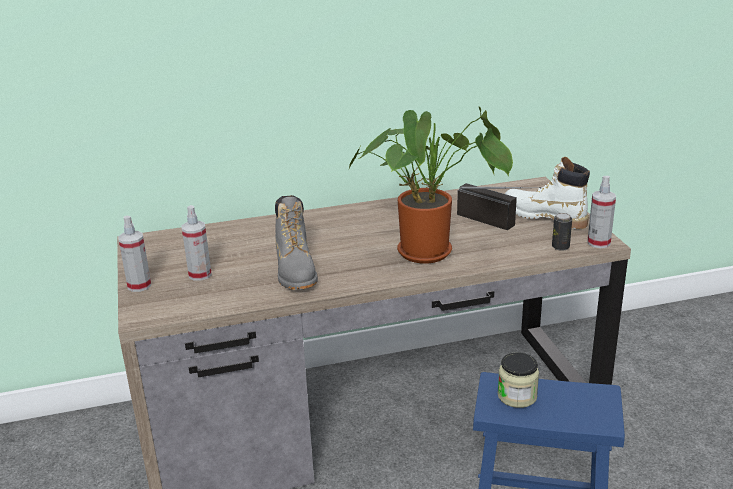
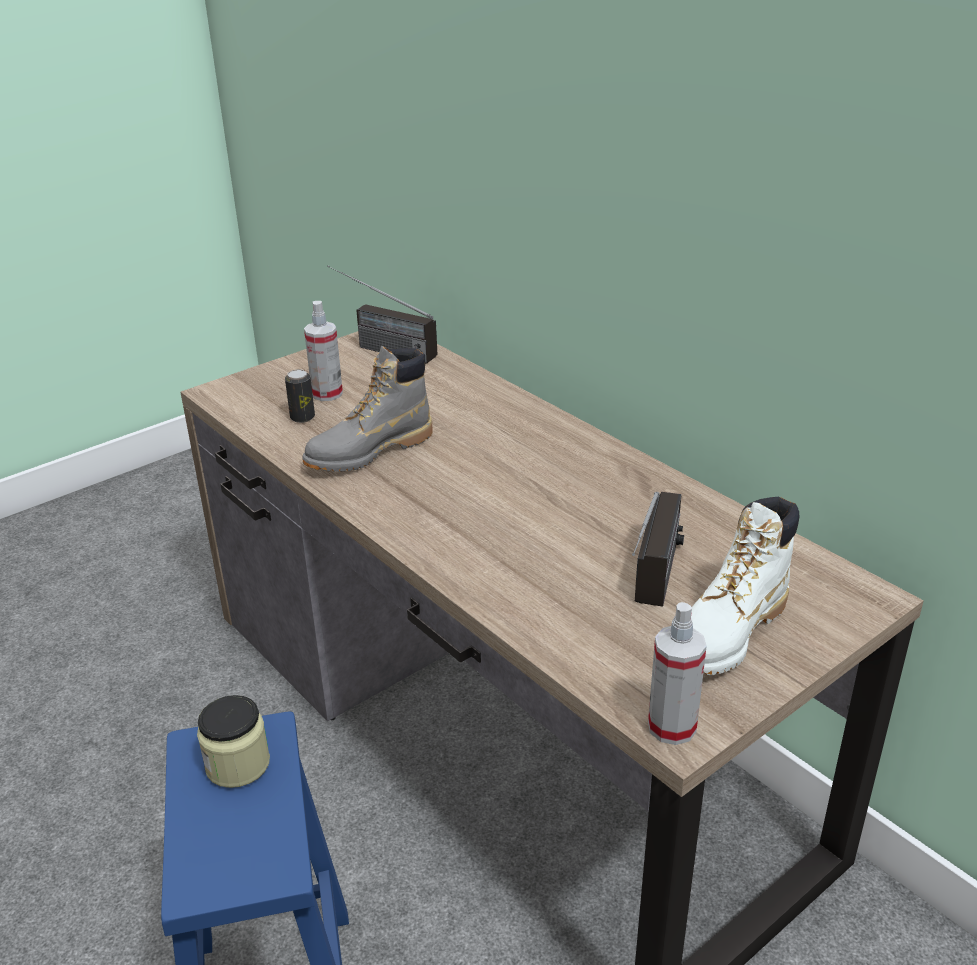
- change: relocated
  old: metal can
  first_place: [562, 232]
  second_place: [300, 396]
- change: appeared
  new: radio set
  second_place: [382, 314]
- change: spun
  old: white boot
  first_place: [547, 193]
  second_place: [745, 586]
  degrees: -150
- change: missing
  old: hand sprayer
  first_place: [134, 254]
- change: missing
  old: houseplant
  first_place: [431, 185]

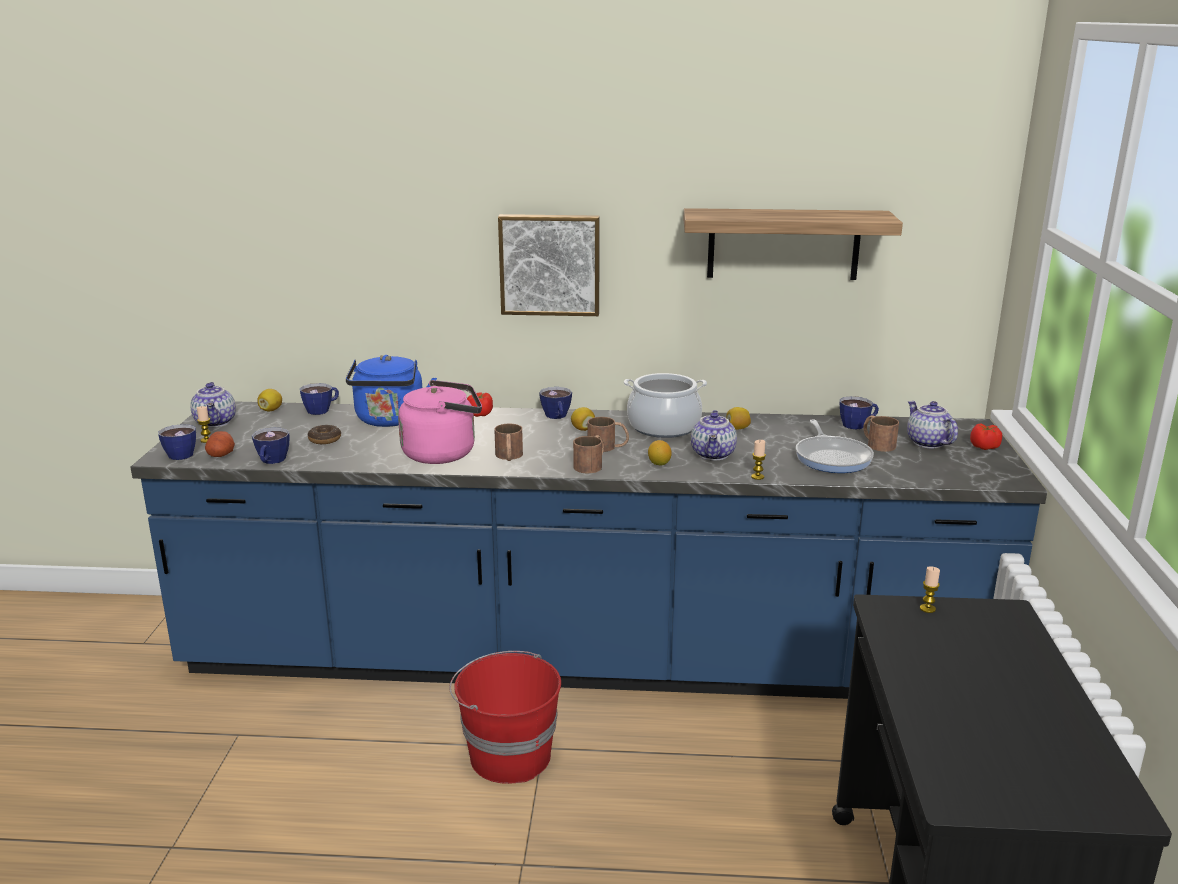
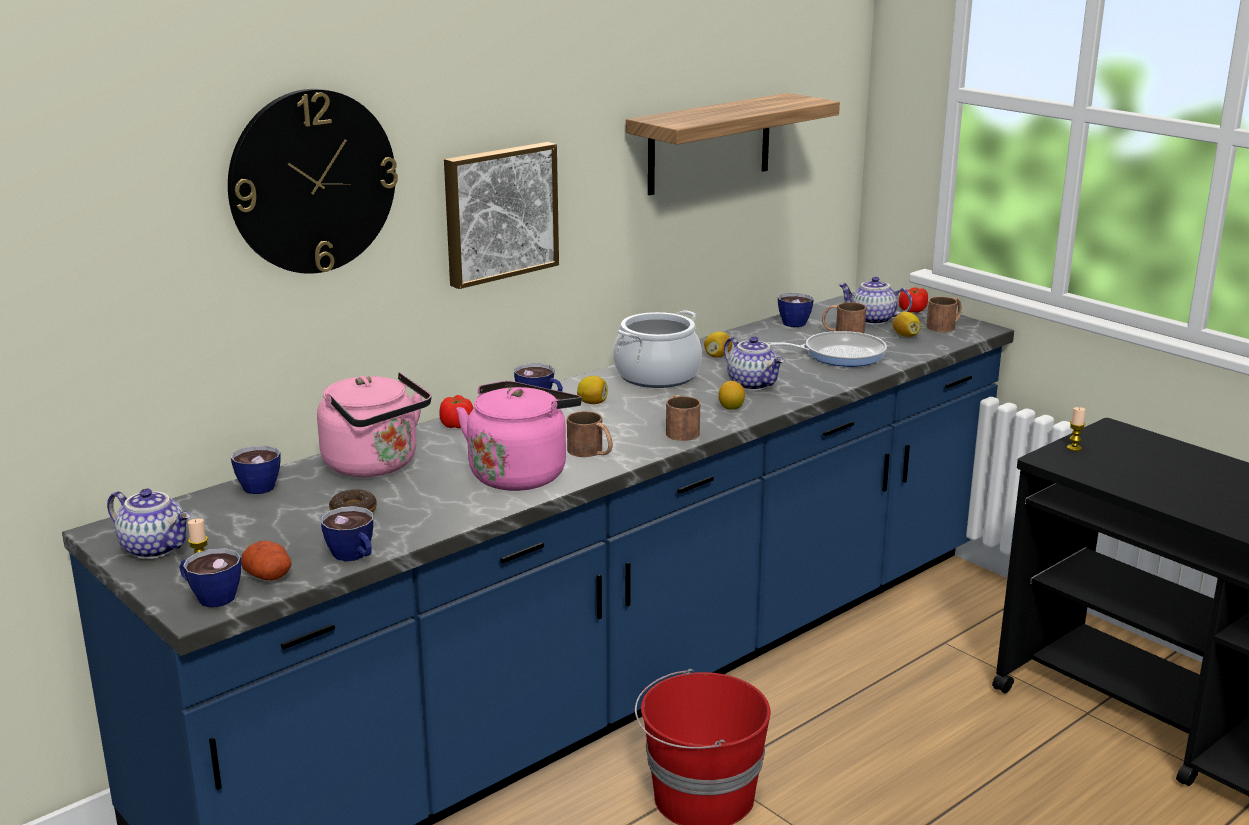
- change: appeared
  new: hanging clock
  second_place: [313, 181]
- change: colour
  old: bluish kettle
  new: pink-coloured kettle
  first_place: [391, 391]
  second_place: [374, 424]
- change: spun
  old: frying pan
  first_place: [835, 446]
  second_place: [827, 349]
  degrees: -45
- change: relocated
  old: lemon
  first_place: [269, 400]
  second_place: [907, 324]
- change: relocated
  old: brown-coloured tea mug
  first_place: [608, 434]
  second_place: [944, 314]
- change: missing
  old: wax light
  first_place: [758, 460]

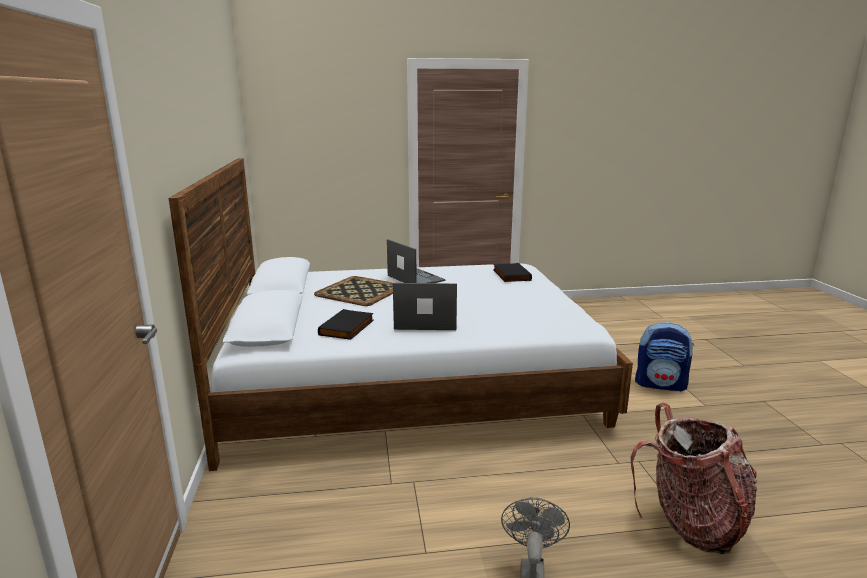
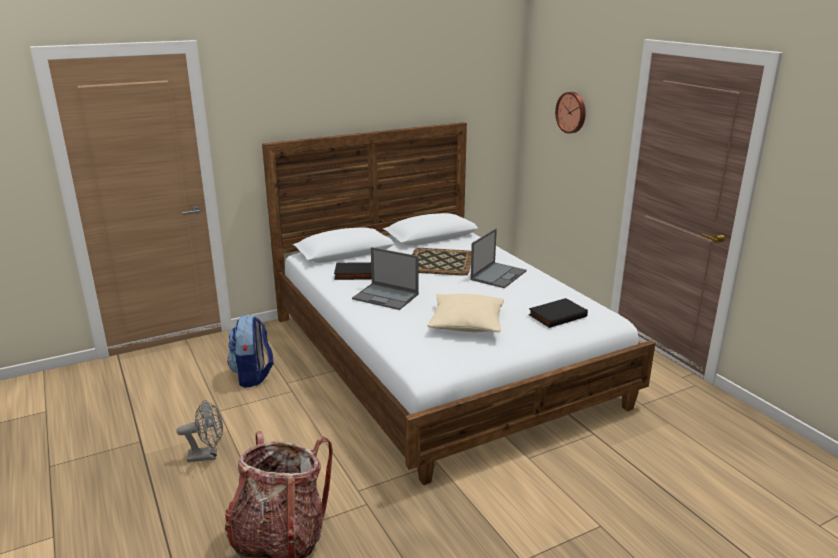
- change: relocated
  old: rucksack
  first_place: [664, 357]
  second_place: [250, 351]
- change: spun
  old: laptop
  first_place: [425, 306]
  second_place: [385, 278]
  degrees: 135
- change: appeared
  new: beige-coloured throw pillow
  second_place: [465, 313]
- change: appeared
  new: hanging clock
  second_place: [570, 113]

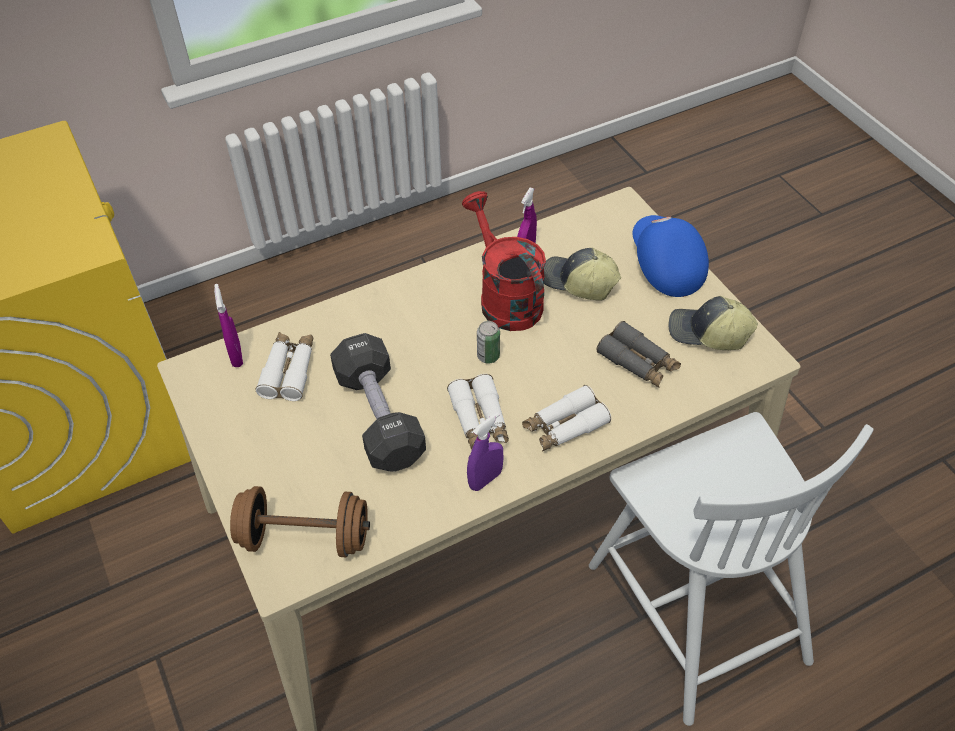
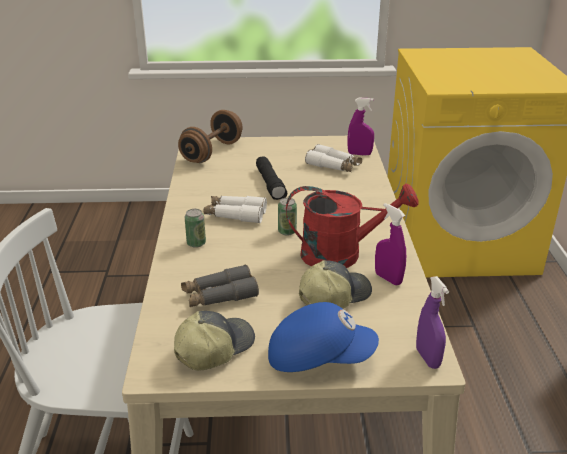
- change: exchanged
  old: white binoculars
  new: metal can
  first_place: [566, 418]
  second_place: [195, 228]
- change: exchanged
  old: black hand weight
  new: black hand torch
  first_place: [378, 402]
  second_place: [271, 178]
- change: relocated
  old: purple-coloured hand sprayer
  first_place: [485, 451]
  second_place: [432, 322]

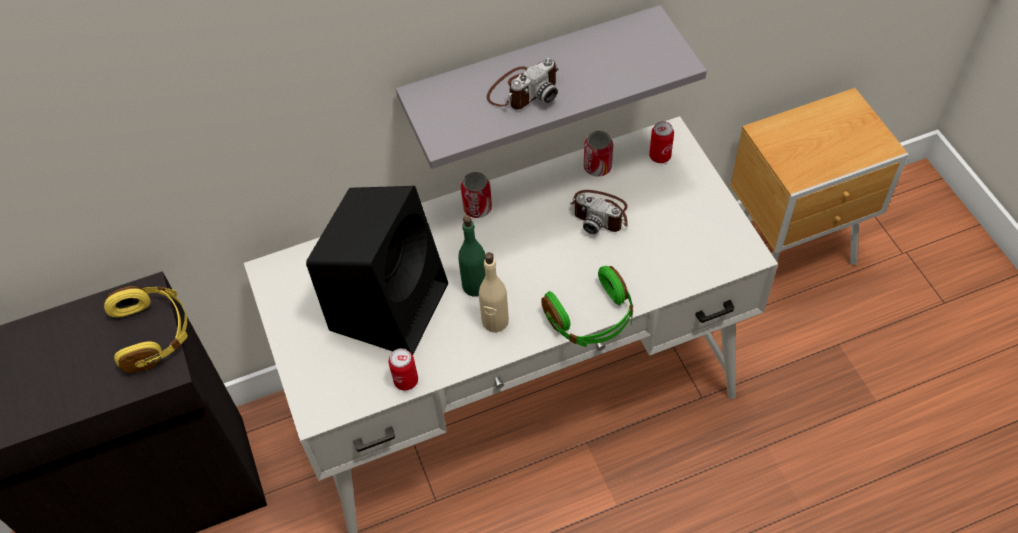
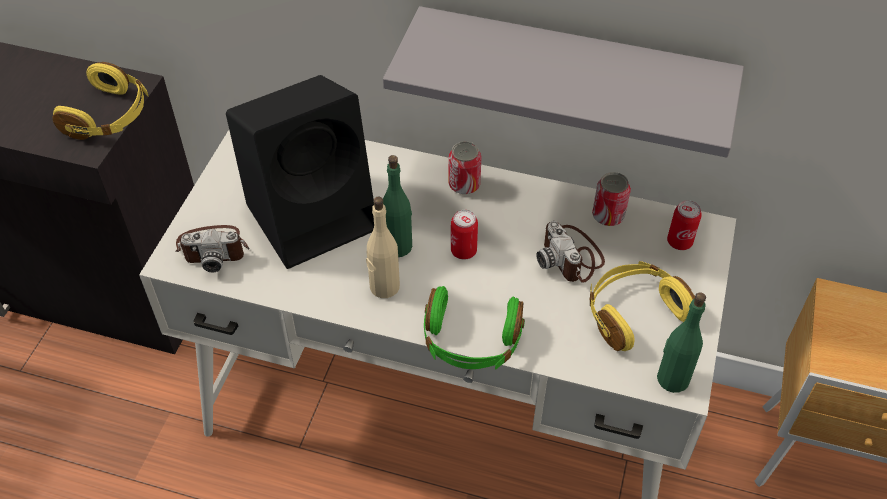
- change: relocated
  old: photo camera
  first_place: [522, 84]
  second_place: [213, 249]
- change: relocated
  old: metal can
  first_place: [403, 369]
  second_place: [464, 234]
- change: appeared
  new: yellowish pair of headphones
  second_place: [642, 306]
- change: appeared
  new: green-coloured bottle
  second_place: [681, 342]

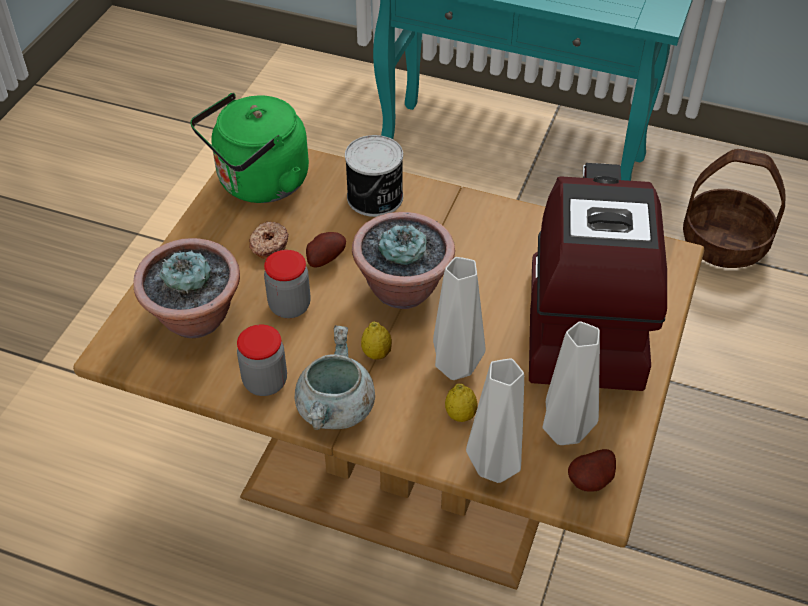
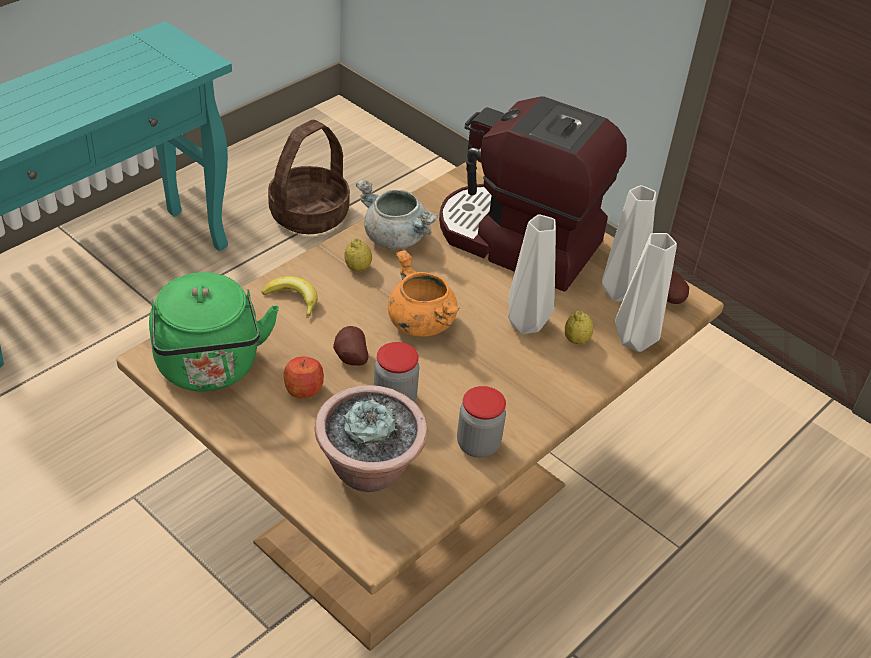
- change: exchanged
  old: metal can
  new: banana fruit
  first_place: [374, 176]
  second_place: [290, 297]
- change: exchanged
  old: doughnut
  new: apple fruit
  first_place: [269, 240]
  second_place: [304, 377]
- change: relocated
  old: lemon
  first_place: [376, 341]
  second_place: [358, 254]
- change: relocated
  old: gray saucepot
  first_place: [335, 378]
  second_place: [397, 214]
- change: exchanged
  old: houseplant
  new: orangey saucepot
  first_place: [403, 260]
  second_place: [424, 293]

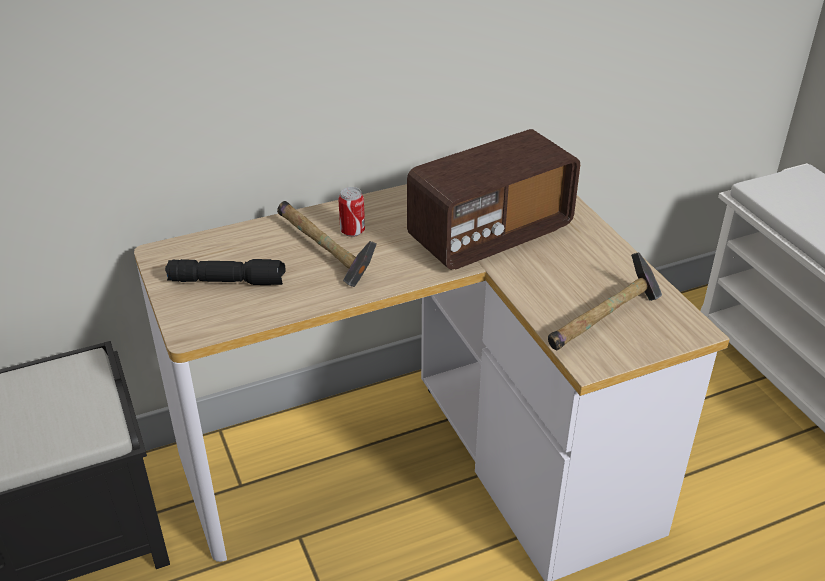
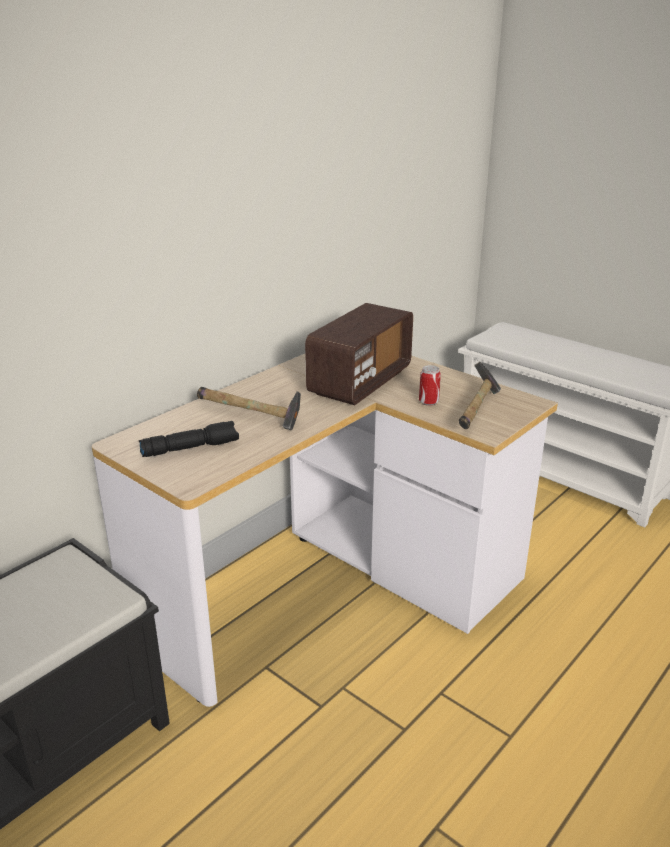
- change: relocated
  old: metal can
  first_place: [352, 212]
  second_place: [430, 385]

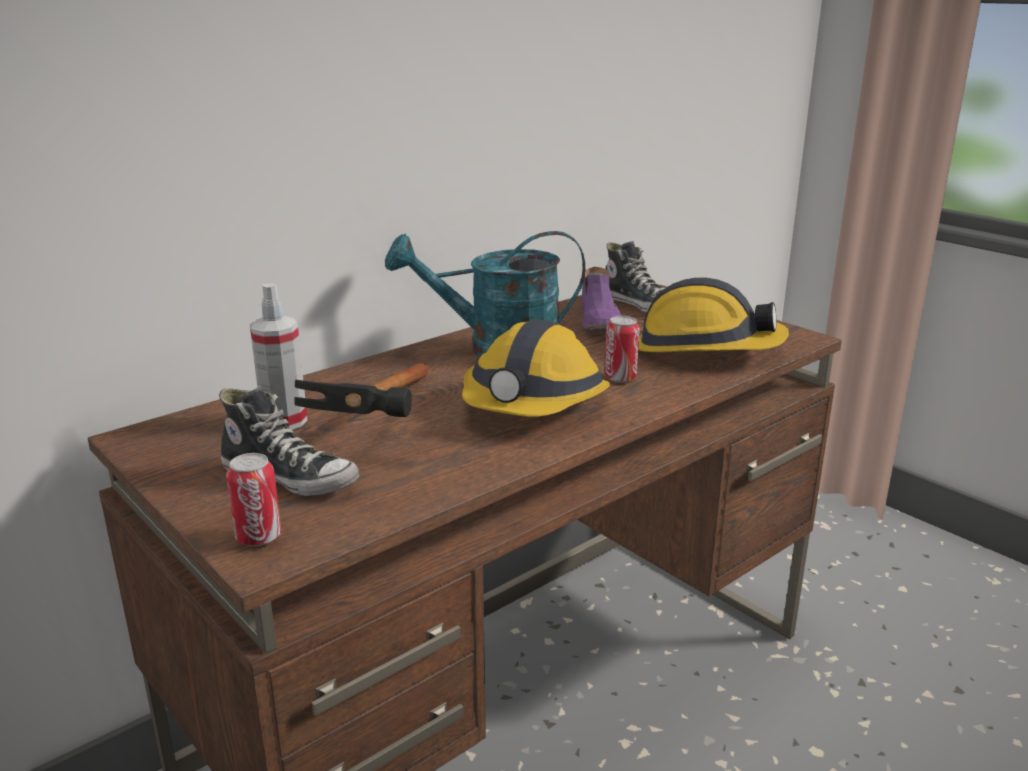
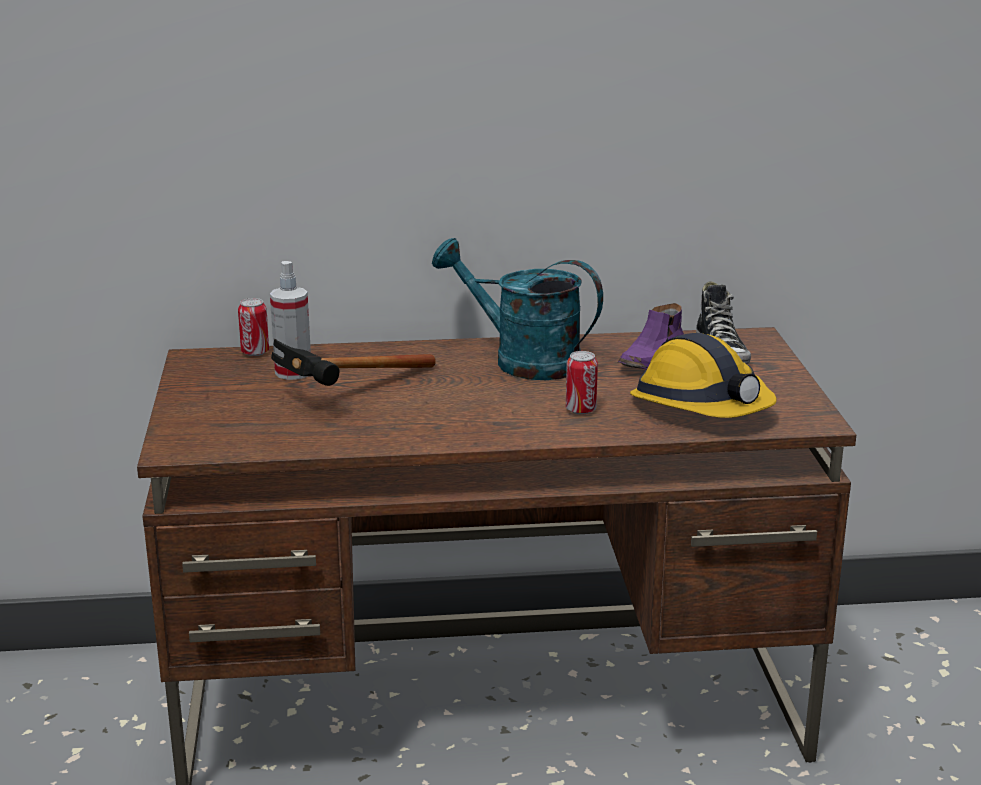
- change: relocated
  old: metal can
  first_place: [253, 499]
  second_place: [253, 327]
- change: missing
  old: item of footwear
  first_place: [289, 440]
- change: missing
  old: hard hat
  first_place: [536, 368]

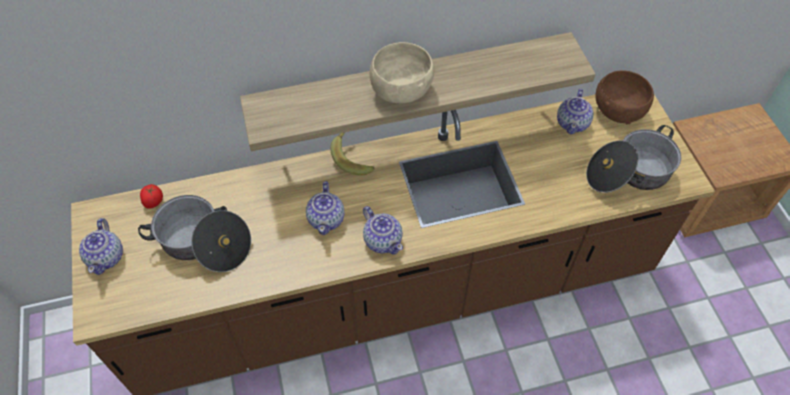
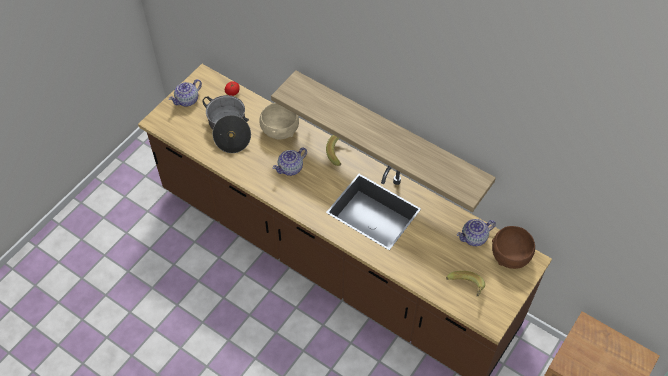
- change: relocated
  old: beige-coloured bowl
  first_place: [402, 72]
  second_place: [279, 121]
- change: exchanged
  old: saucepot
  new: banana fruit
  first_place: [633, 159]
  second_place: [465, 283]
- change: missing
  old: pot for tea
  first_place: [383, 230]

